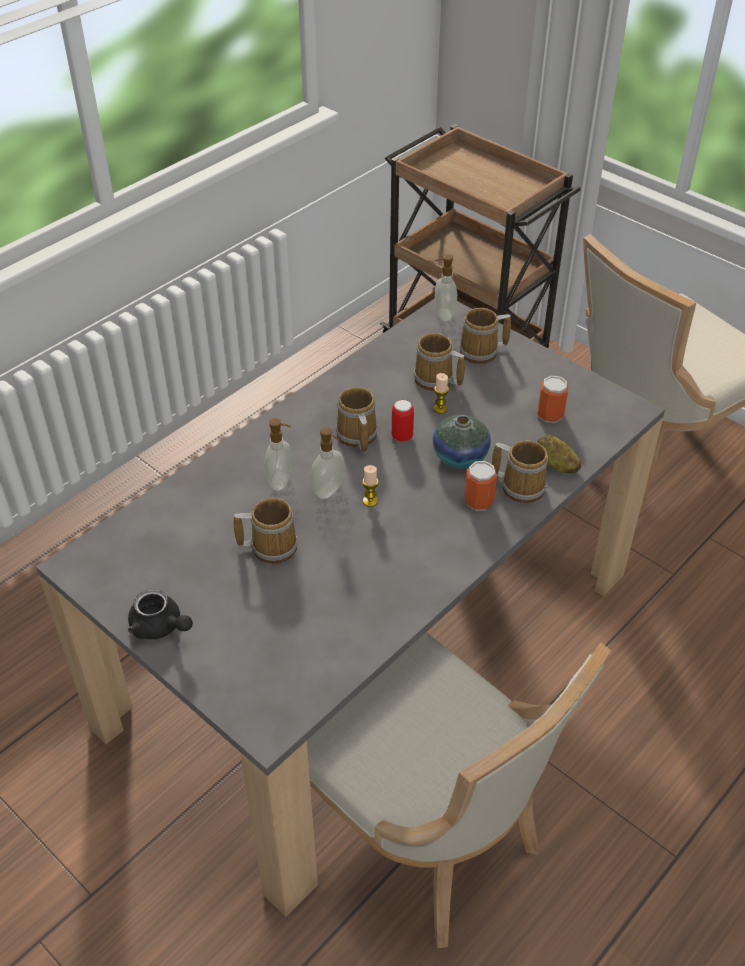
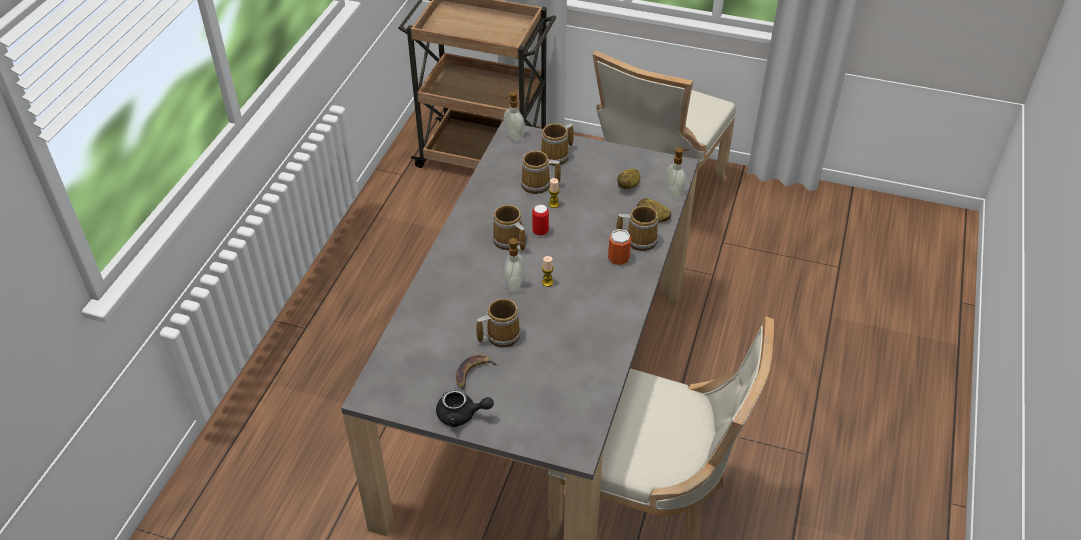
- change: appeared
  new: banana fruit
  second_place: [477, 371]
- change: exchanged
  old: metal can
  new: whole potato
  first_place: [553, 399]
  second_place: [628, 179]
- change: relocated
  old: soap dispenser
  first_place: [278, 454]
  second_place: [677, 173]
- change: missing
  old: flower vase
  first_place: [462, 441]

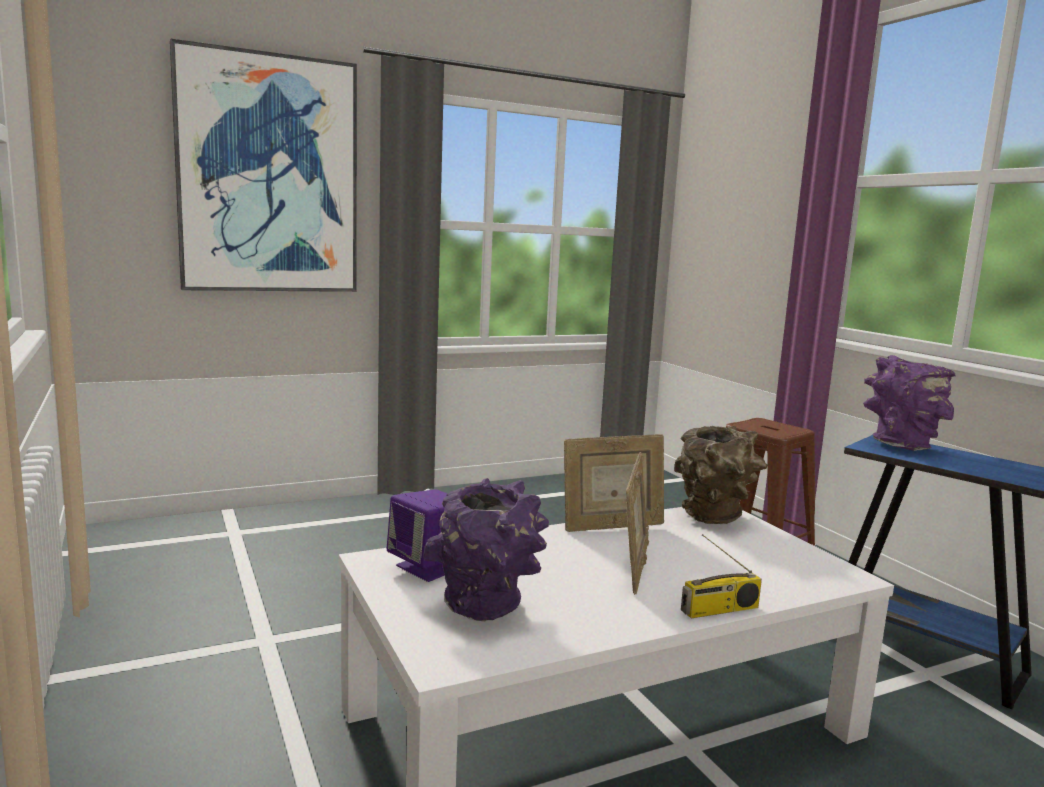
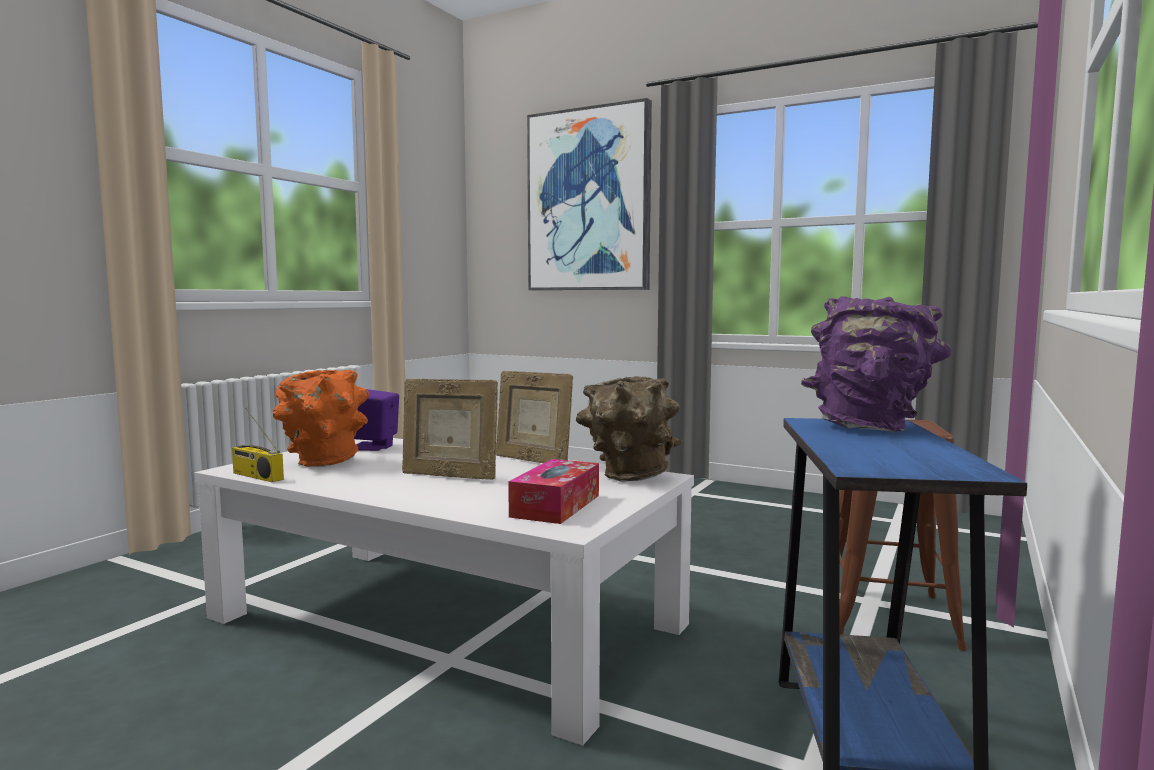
- change: relocated
  old: radio set
  first_place: [721, 576]
  second_place: [258, 445]
- change: colour
  old: purple-coloured flower vase
  new: orangey flower vase
  first_place: [486, 549]
  second_place: [321, 418]
- change: spun
  old: standing frame
  first_place: [637, 523]
  second_place: [450, 429]
  degrees: 45
- change: appeared
  new: tissue holder
  second_place: [553, 491]

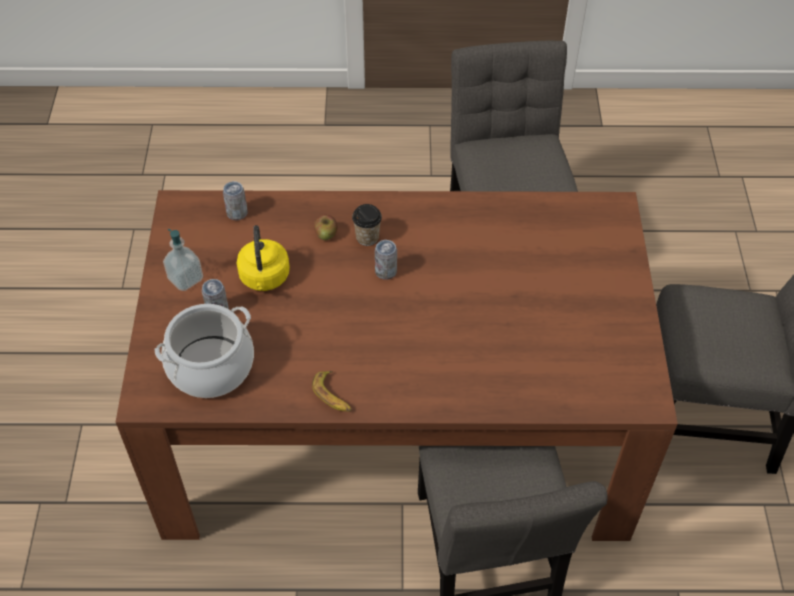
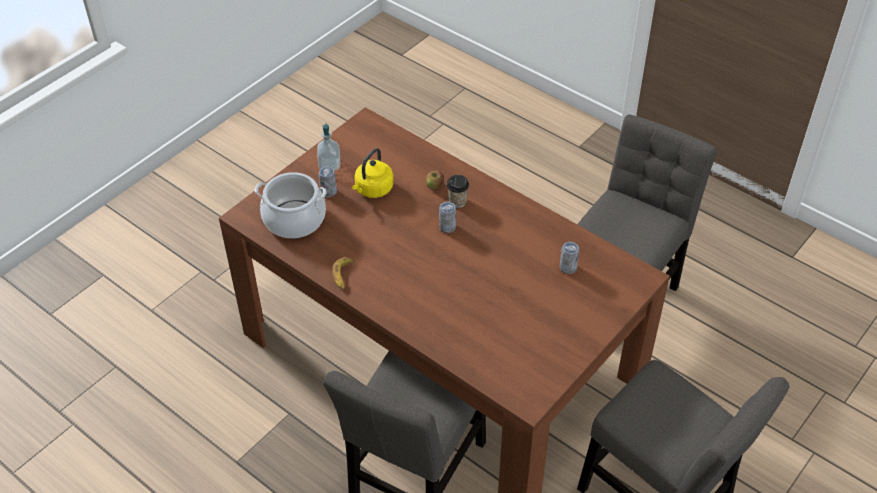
- change: relocated
  old: metal can
  first_place: [235, 200]
  second_place: [569, 258]

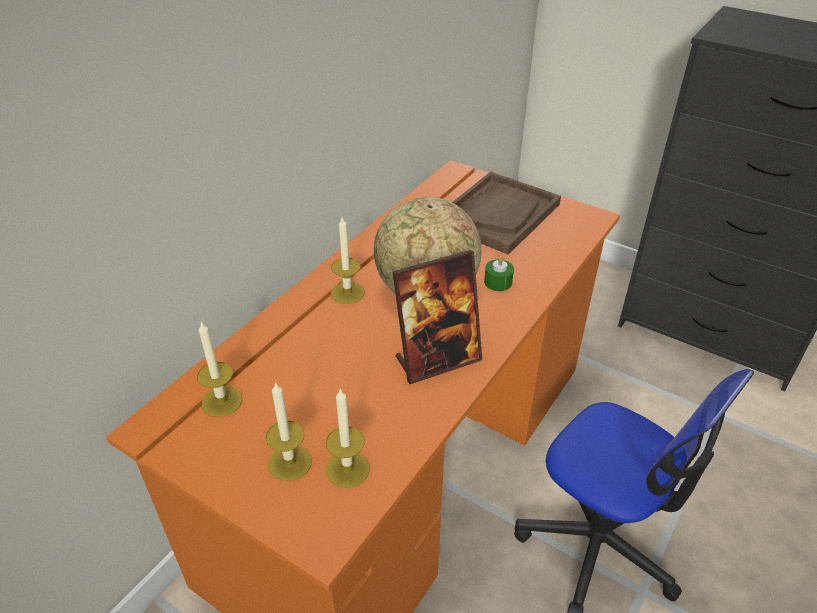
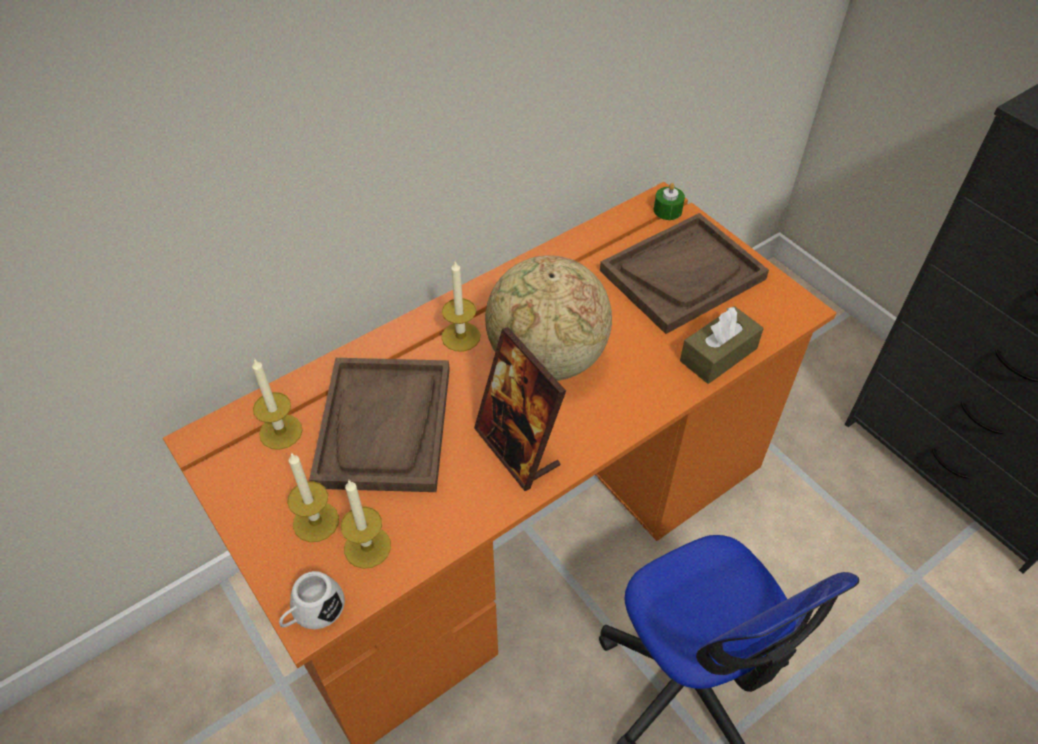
- change: appeared
  new: white tea mug
  second_place: [312, 600]
- change: appeared
  new: brown-coloured serving tray
  second_place: [379, 425]
- change: spun
  old: standing frame
  first_place: [437, 317]
  second_place: [520, 409]
  degrees: 60
- change: relocated
  old: green-coloured wax light
  first_place: [499, 273]
  second_place: [669, 201]
- change: appeared
  new: brown-coloured tissue holder
  second_place: [722, 345]

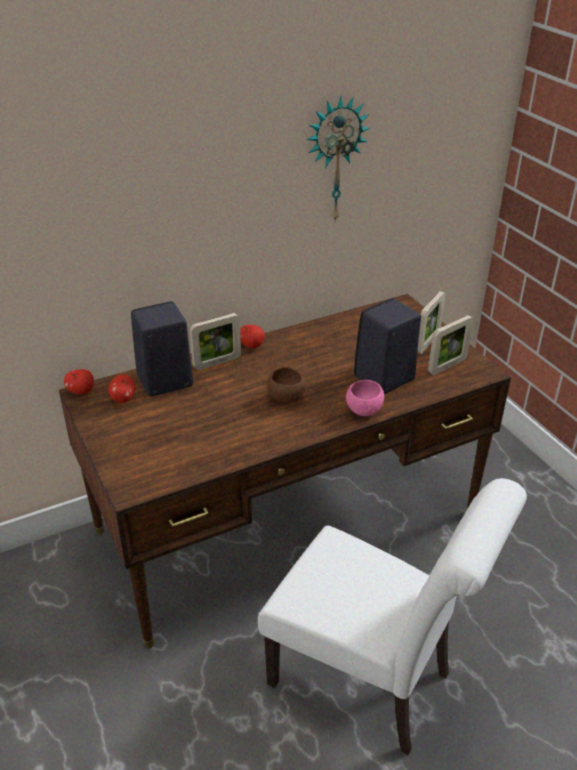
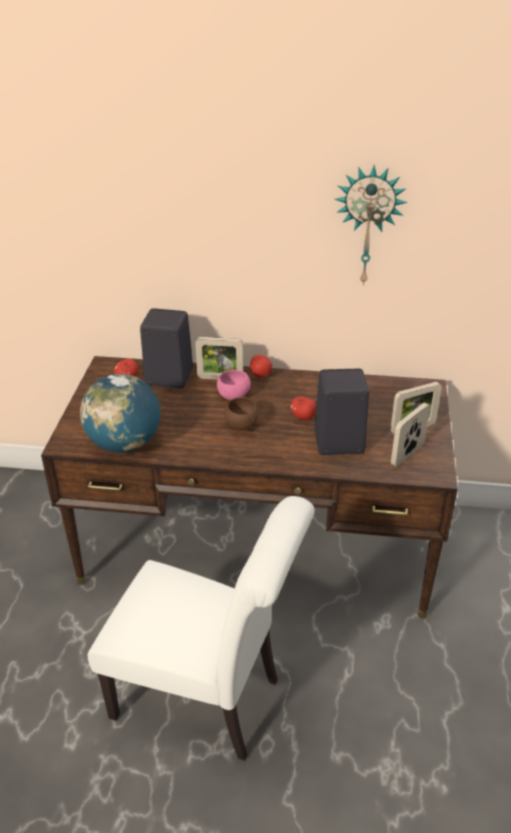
- change: appeared
  new: desk globe
  second_place: [120, 413]
- change: spun
  old: white plain chair
  first_place: [392, 616]
  second_place: [201, 628]
  degrees: -45
- change: relocated
  old: pink-coloured bowl
  first_place: [365, 398]
  second_place: [234, 385]
- change: relocated
  old: apple fruit
  first_place: [79, 382]
  second_place: [303, 408]
- change: spun
  old: standing frame
  first_place: [451, 345]
  second_place: [410, 434]
  degrees: 135

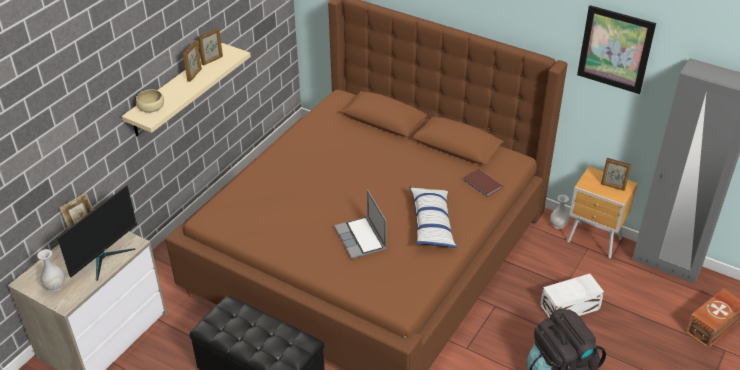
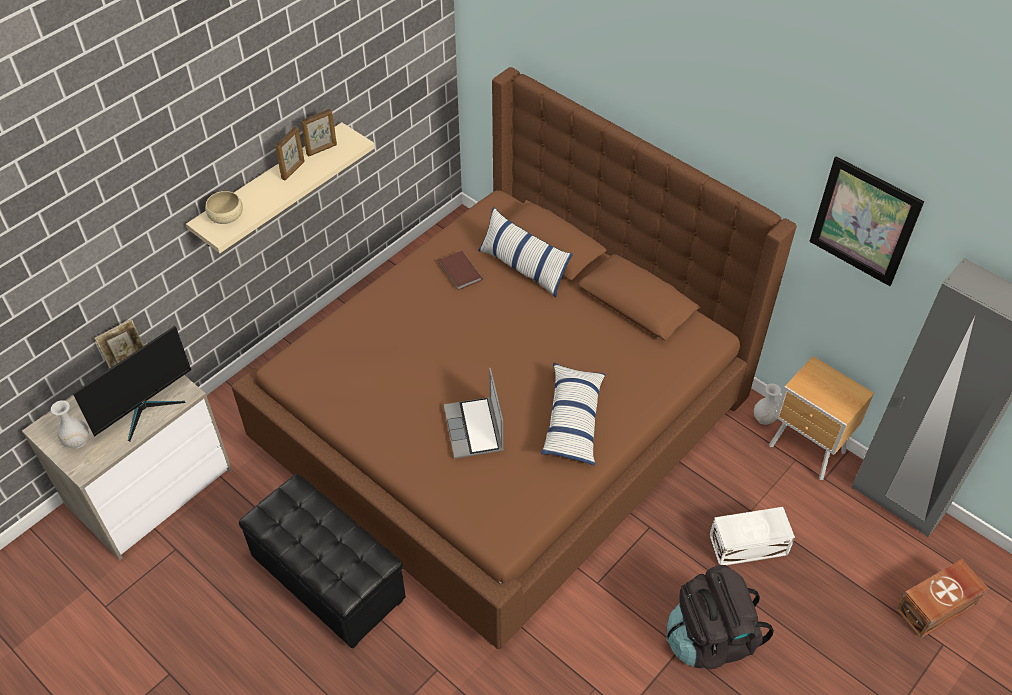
- change: relocated
  old: brown-coloured volume
  first_place: [483, 183]
  second_place: [461, 270]
- change: appeared
  new: throw pillow
  second_place: [525, 252]
- change: missing
  old: standing frame
  first_place: [616, 174]

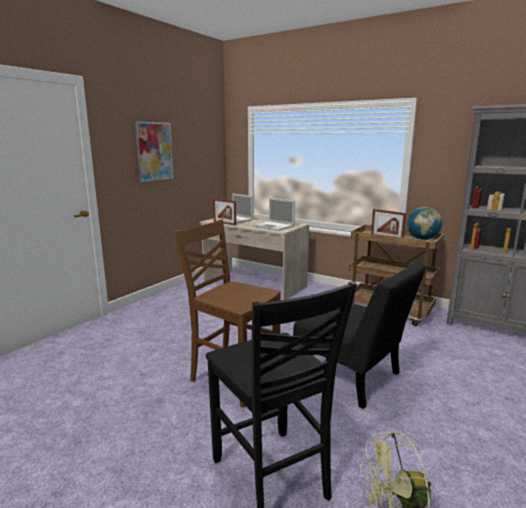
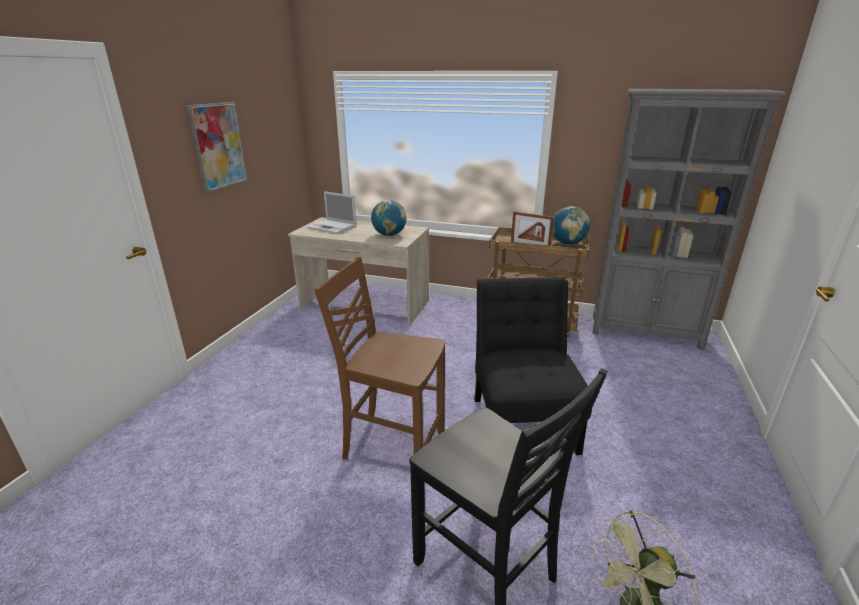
- change: exchanged
  old: laptop
  new: desk globe
  first_place: [274, 214]
  second_place: [389, 218]
- change: spun
  old: black plain chair
  first_place: [359, 336]
  second_place: [533, 366]
  degrees: -120
- change: missing
  old: standing frame
  first_place: [224, 212]

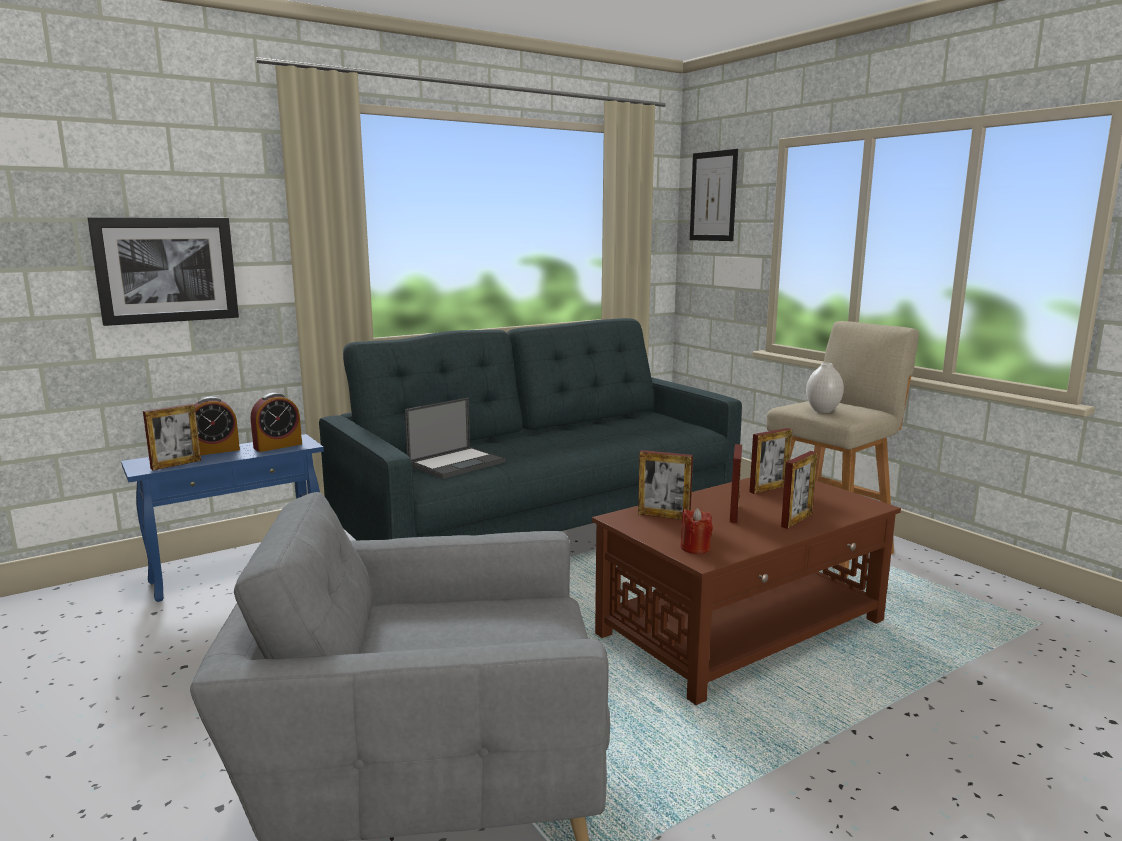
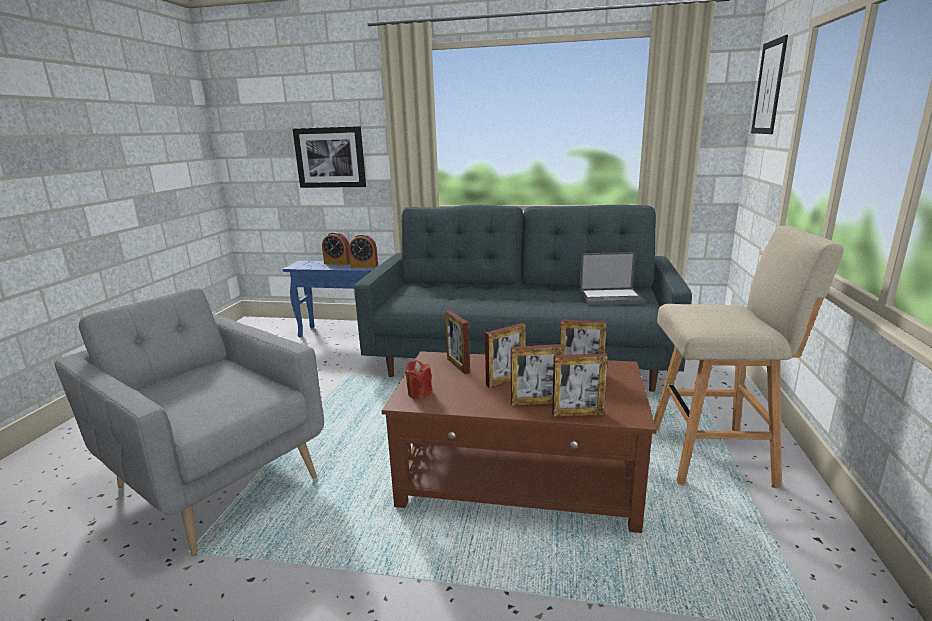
- change: relocated
  old: standing frame
  first_place: [172, 437]
  second_place: [580, 385]
- change: relocated
  old: laptop
  first_place: [455, 438]
  second_place: [613, 278]
- change: missing
  old: white flower vase
  first_place: [825, 388]

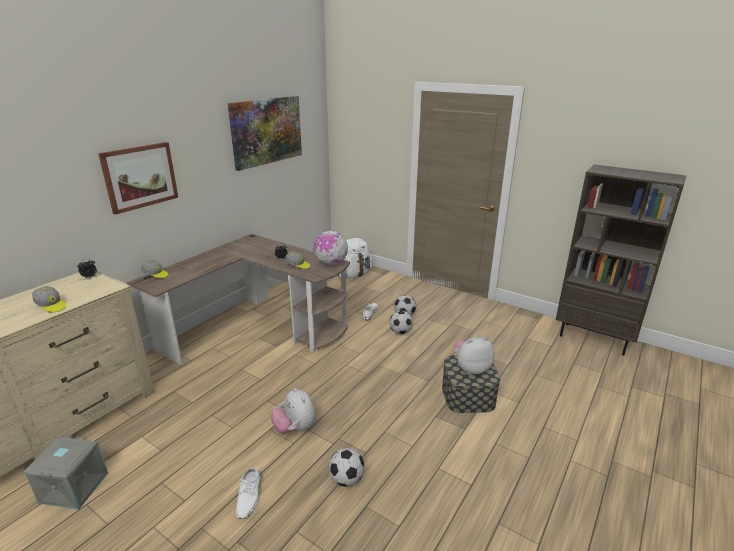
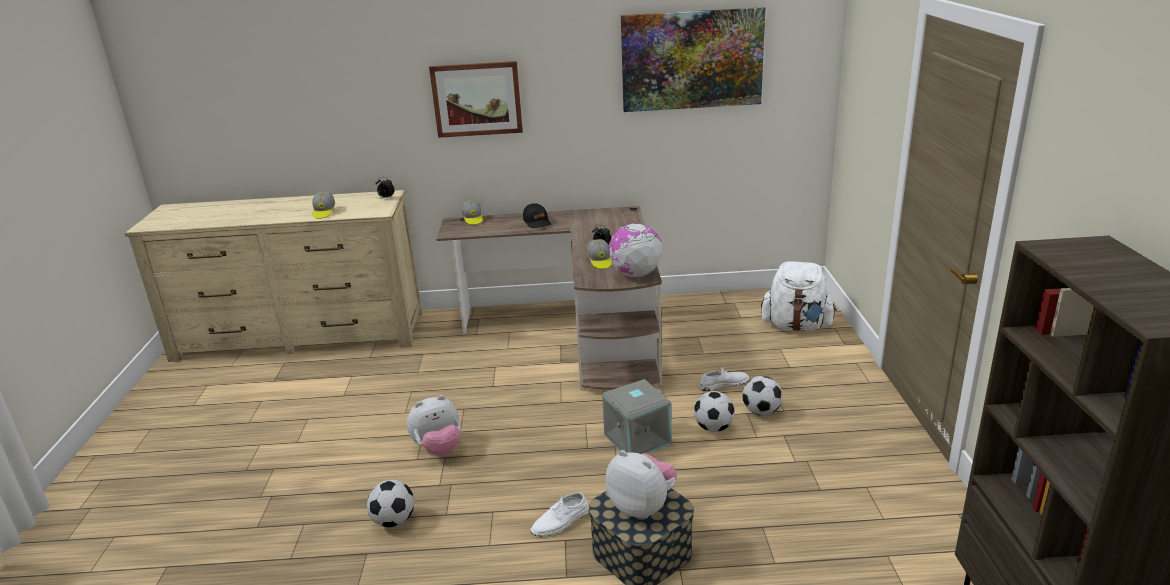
- change: spun
  old: soft toy
  first_place: [293, 411]
  second_place: [434, 425]
  degrees: -135
- change: appeared
  new: black peaked cap
  second_place: [537, 215]
- change: relocated
  old: white item of footwear
  first_place: [248, 493]
  second_place: [559, 514]
- change: relocated
  old: gray storage container
  first_place: [66, 473]
  second_place: [637, 416]

